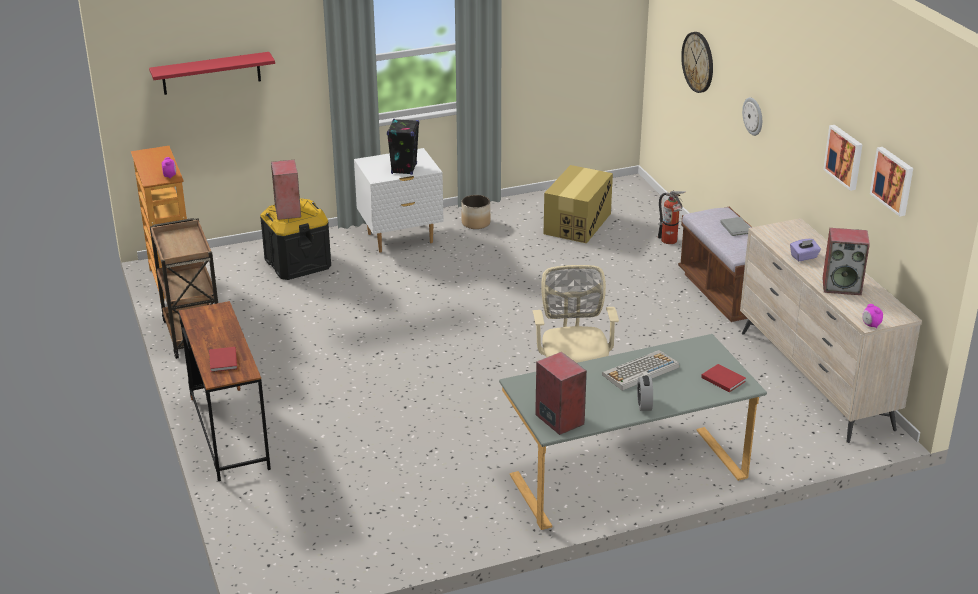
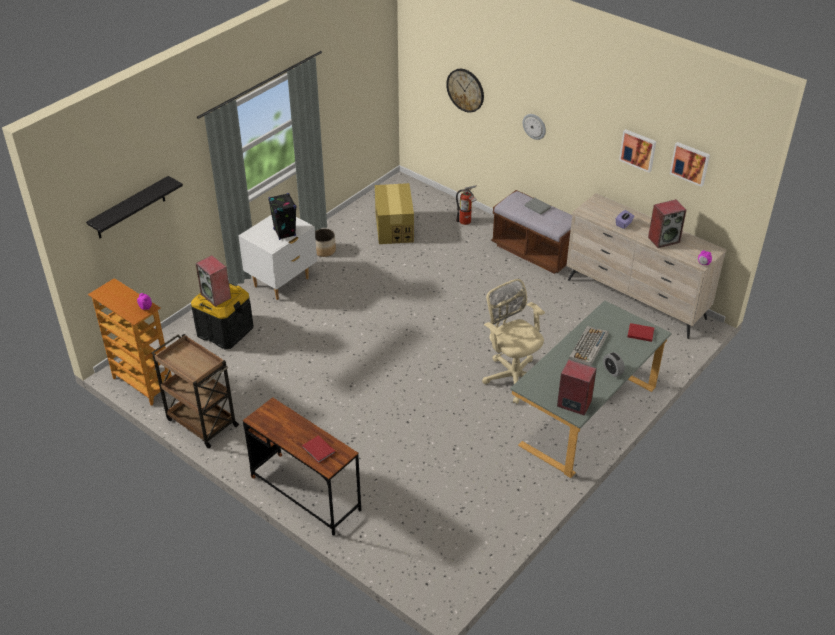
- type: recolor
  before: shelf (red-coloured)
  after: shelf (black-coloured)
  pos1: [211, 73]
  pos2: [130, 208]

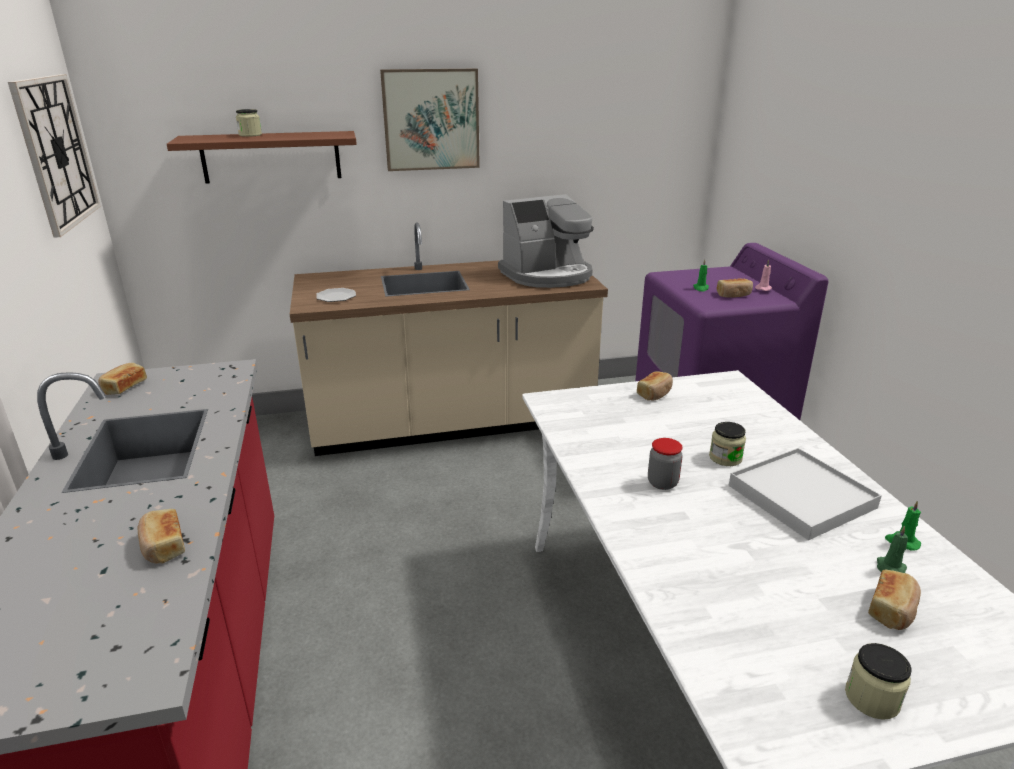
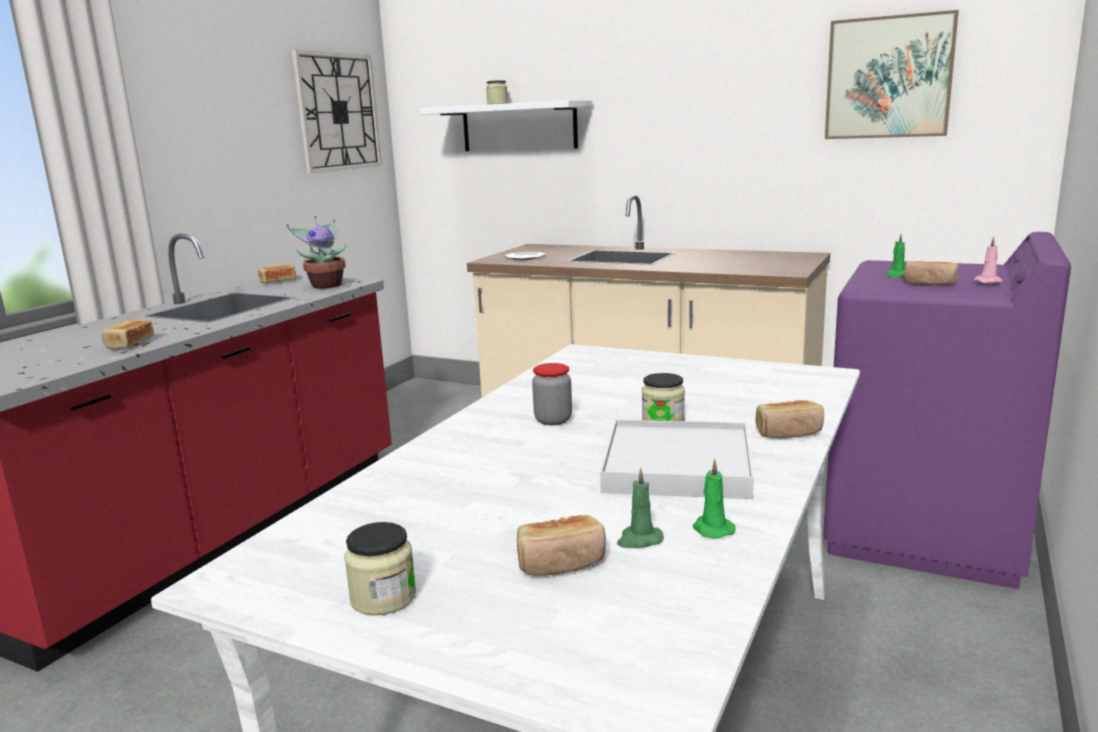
- type: move
  before: picture
  pos1: [431, 120]
  pos2: [888, 78]
- type: recolor
  before: shelf (brown-coloured)
  after: shelf (white)
  pos1: [271, 157]
  pos2: [519, 127]
- type: delete
  before: coffee maker
  pos1: [547, 275]
- type: move
  before: bread
  pos1: [655, 393]
  pos2: [789, 432]
- type: insert
  after: houseplant
  pos2: [326, 285]

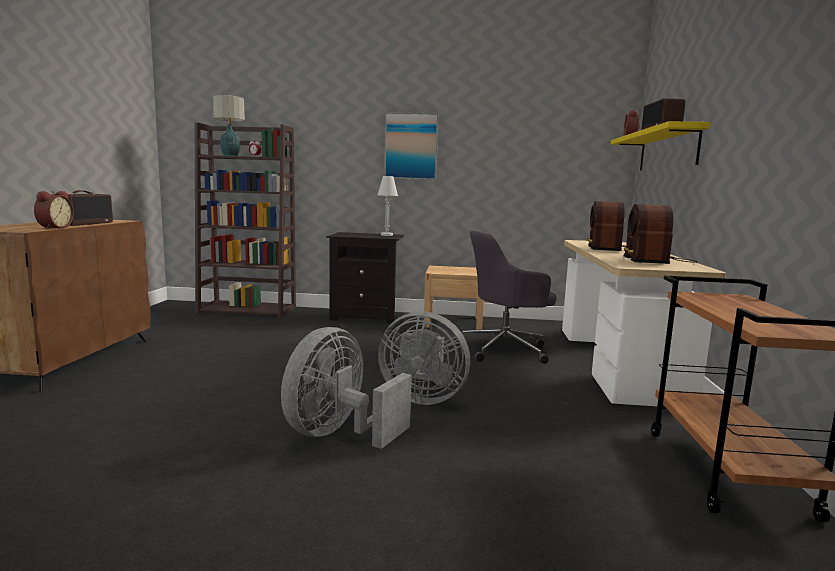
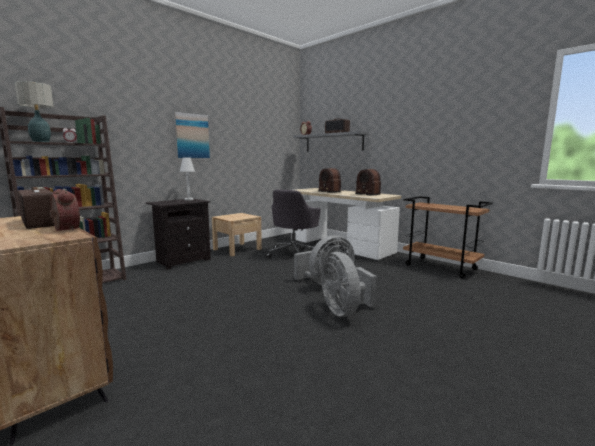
- type: recolor
  before: shelf (yellowish)
  after: shelf (grey)
  pos1: [667, 150]
  pos2: [333, 142]

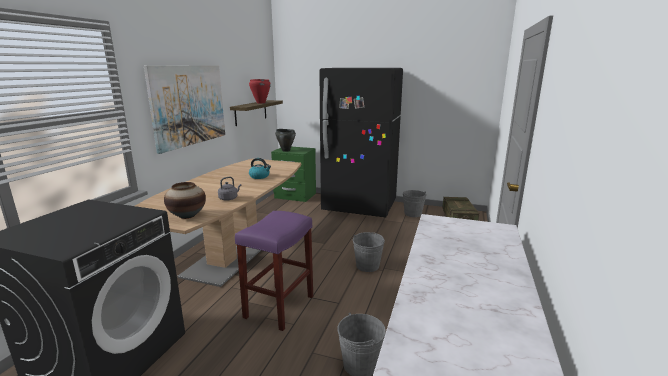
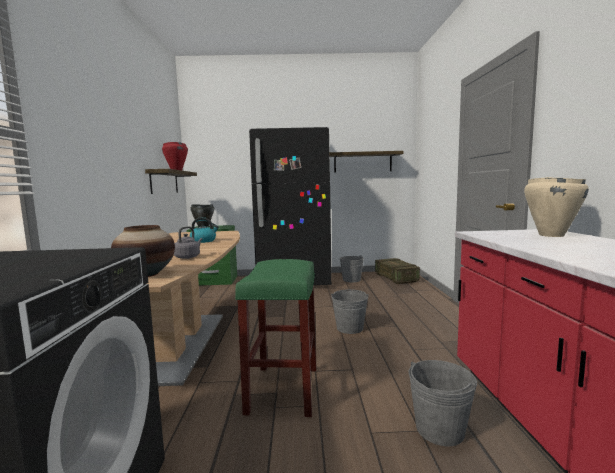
- type: delete
  before: picture
  pos1: [189, 105]
- type: recolor
  before: stool (purple-coloured)
  after: stool (green)
  pos1: [279, 307]
  pos2: [284, 390]
- type: insert
  after: shelf
  pos2: [362, 162]
- type: insert
  after: saucepot (beige-coloured)
  pos2: [550, 235]

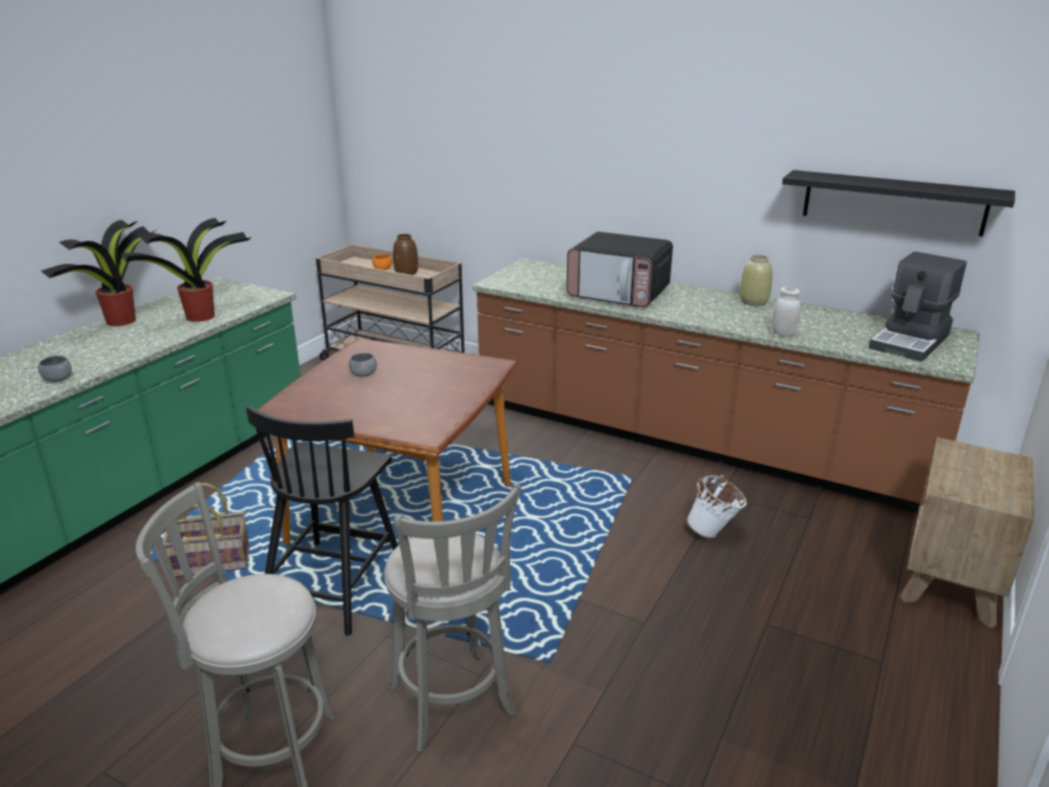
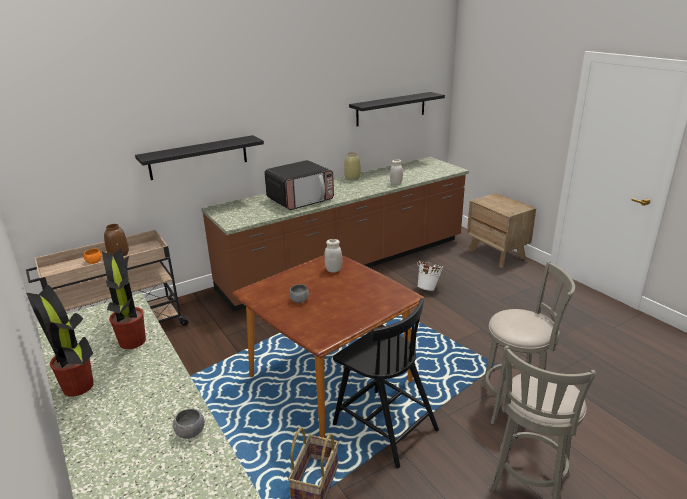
- type: delete
  before: coffee maker
  pos1: [911, 341]
- type: insert
  after: shelf (black-coloured)
  pos2: [198, 157]
- type: insert
  after: jar (white)
  pos2: [333, 270]

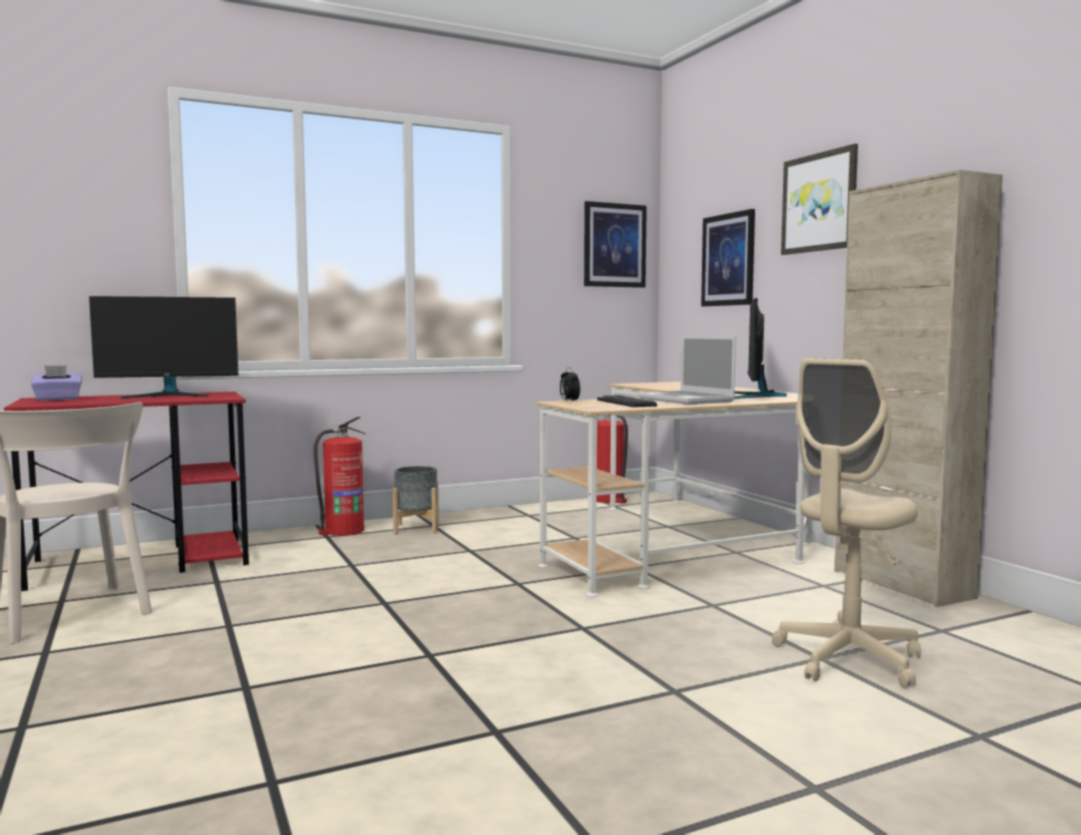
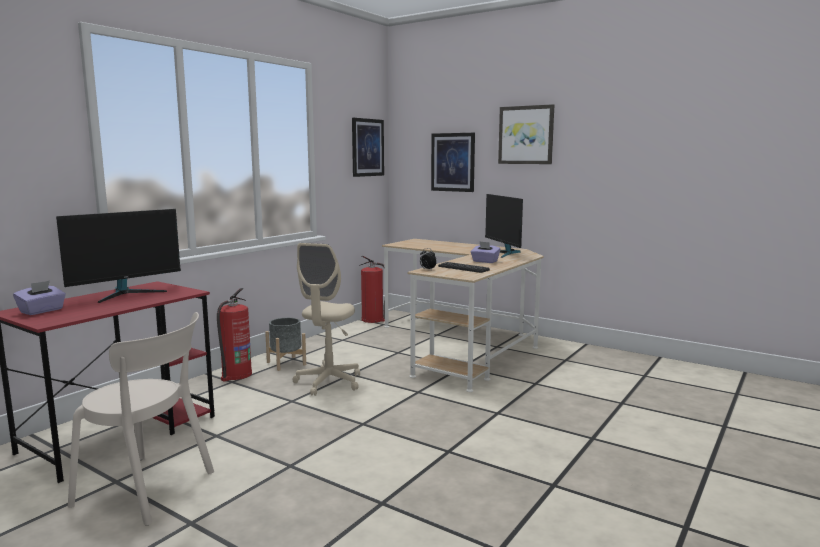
- type: delete
  before: cupboard (beige-coloured)
  pos1: [901, 584]
- type: replace
  before: notebook computer
  after: tissue box (purple-coloured)
  pos1: [687, 400]
  pos2: [485, 261]
- type: move
  before: desk chair (beige-coloured)
  pos1: [848, 659]
  pos2: [329, 382]

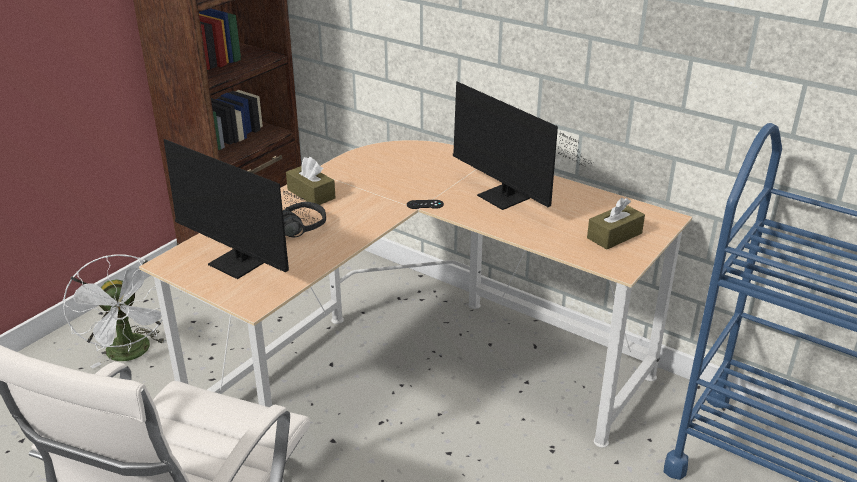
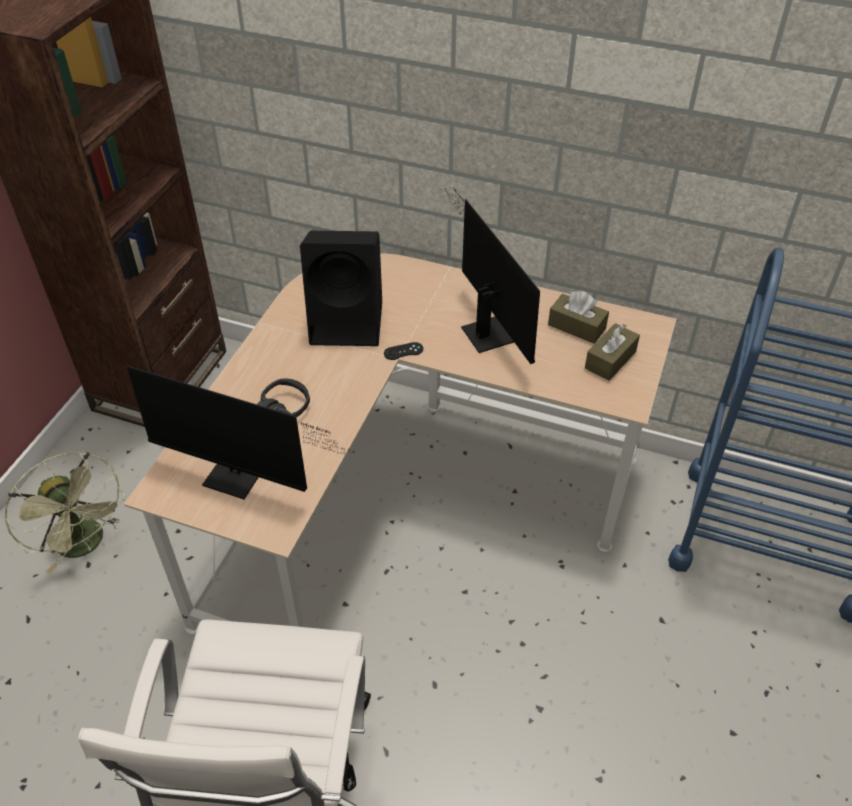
- type: rotate
  before: monitor
  pos1: [507, 200]
  pos2: [486, 329]
  turn: -150
- type: move
  before: tissue box (brown-coloured)
  pos1: [311, 194]
  pos2: [576, 326]
- type: recolor
  before: cooling fan (white)
  after: cooling fan (green)
  pos1: [132, 354]
  pos2: [86, 545]
- type: insert
  after: speaker (black-coloured)
  pos2: [349, 322]

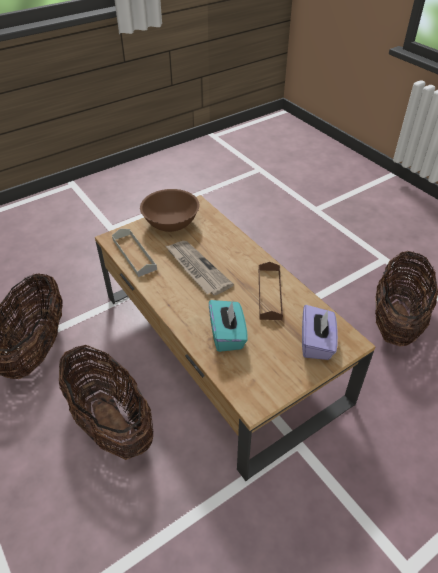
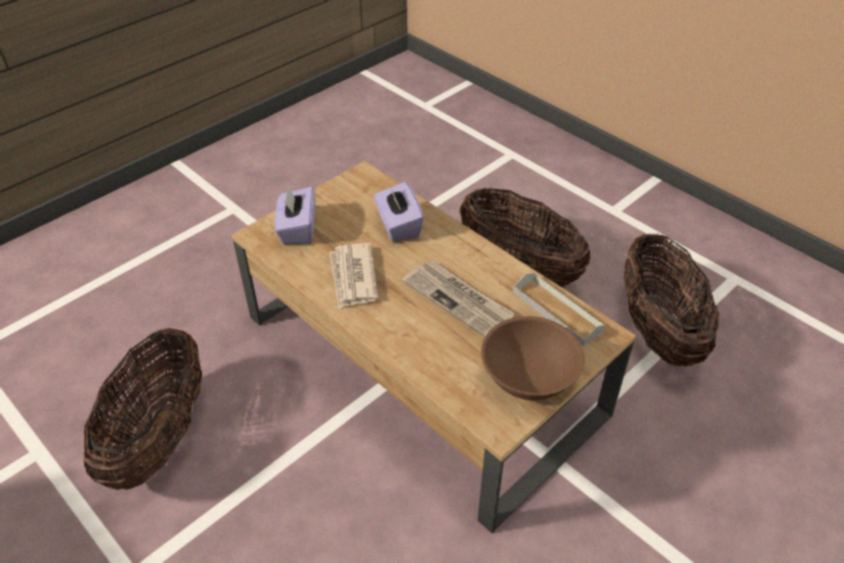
- type: replace
  before: carrying tray (brown-coloured)
  after: printed paper
  pos1: [269, 293]
  pos2: [353, 277]
- type: recolor
  before: tissue box (blue-green)
  after: tissue box (purple-coloured)
  pos1: [227, 335]
  pos2: [398, 226]

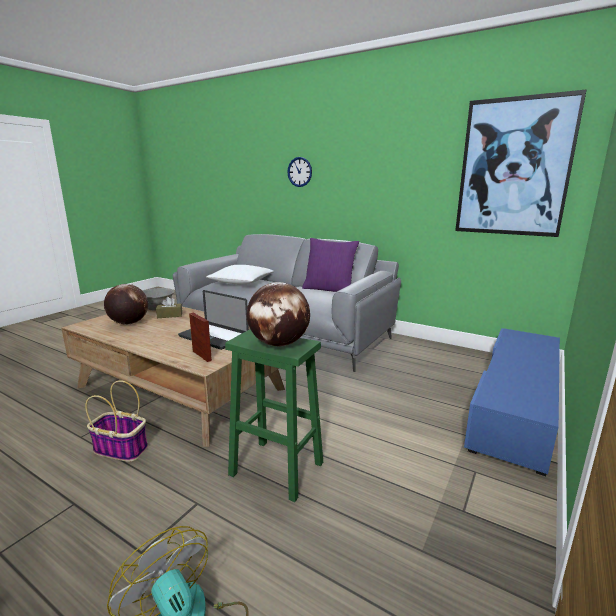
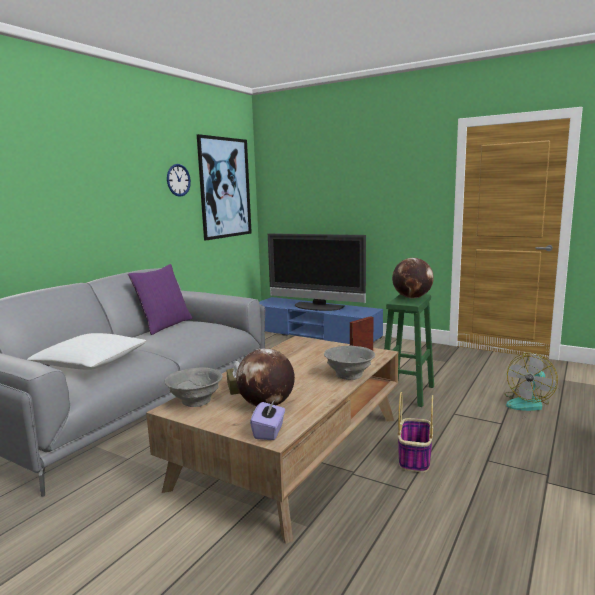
- type: move
  before: clock on the wall
  pos1: [299, 172]
  pos2: [178, 180]
- type: delete
  before: notebook computer
  pos1: [213, 337]
- type: insert
  after: TV set
  pos2: [317, 307]
- type: insert
  after: serving bowl (grey)
  pos2: [349, 375]
- type: insert
  after: tissue box (purple-coloured)
  pos2: [269, 432]

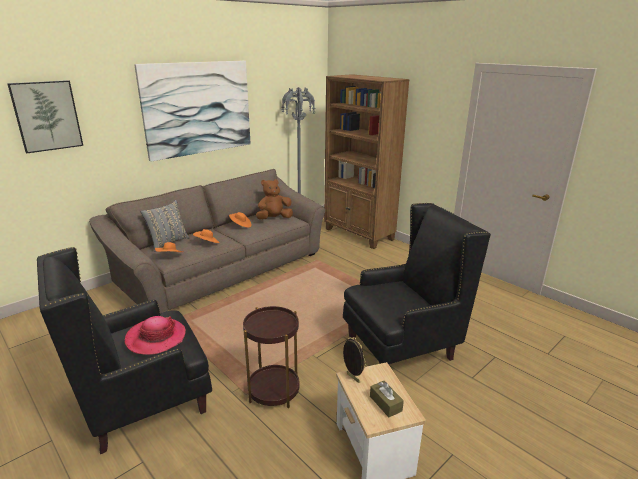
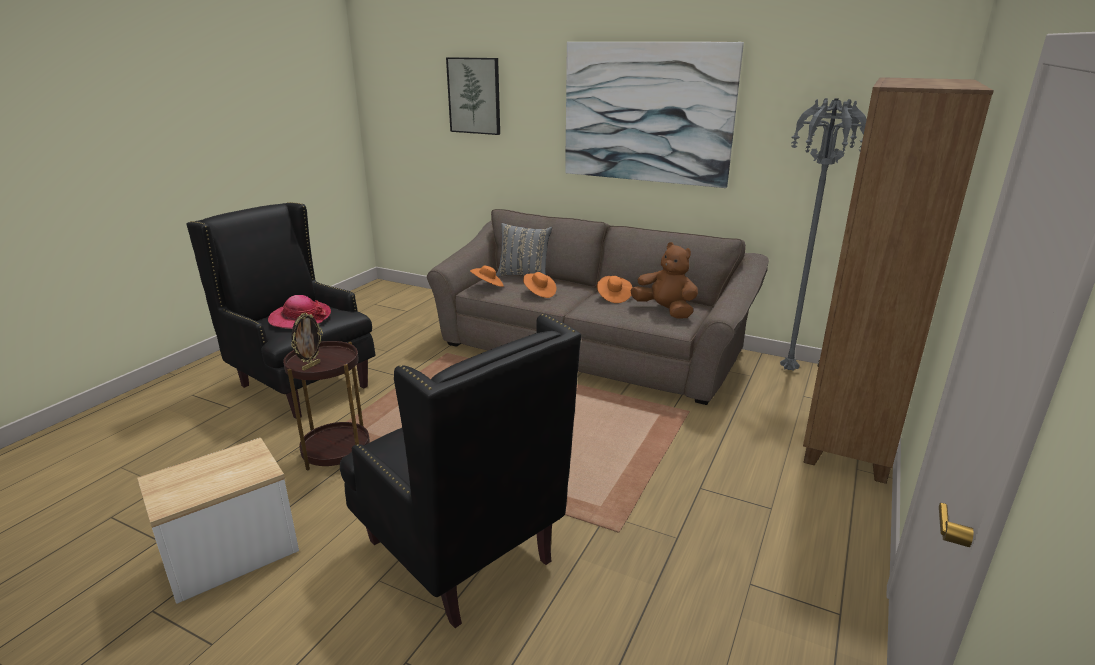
- type: move
  before: picture frame
  pos1: [352, 378]
  pos2: [311, 366]
- type: delete
  before: tissue box (brown-coloured)
  pos1: [385, 403]

